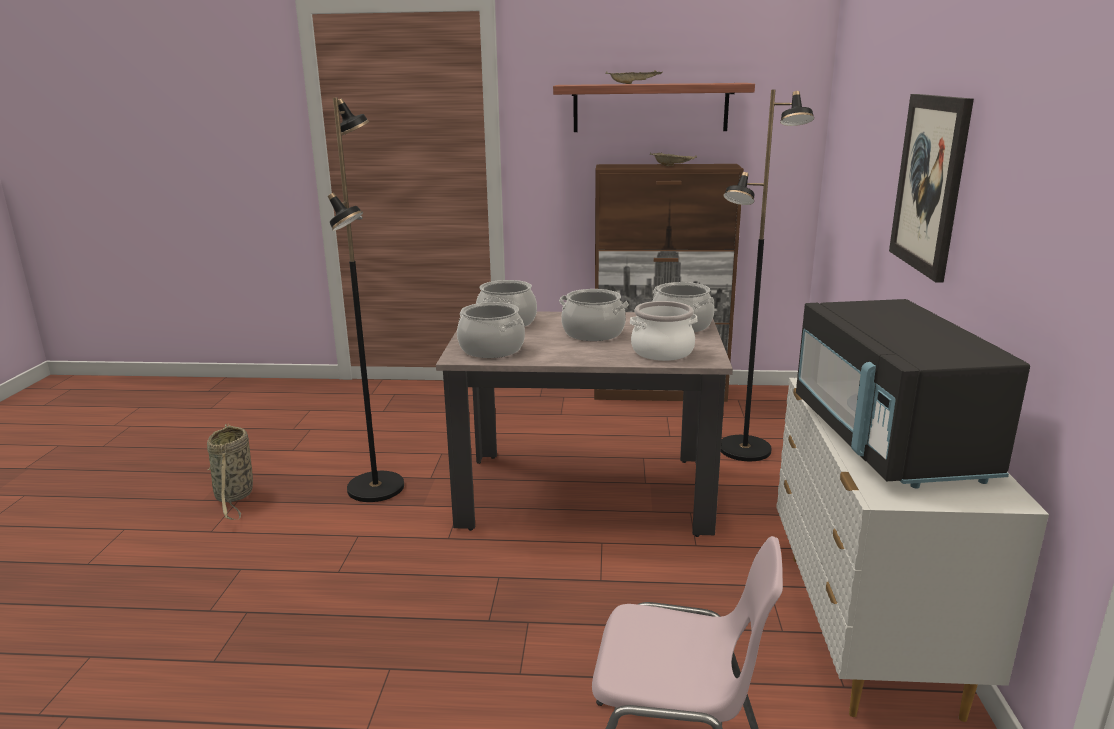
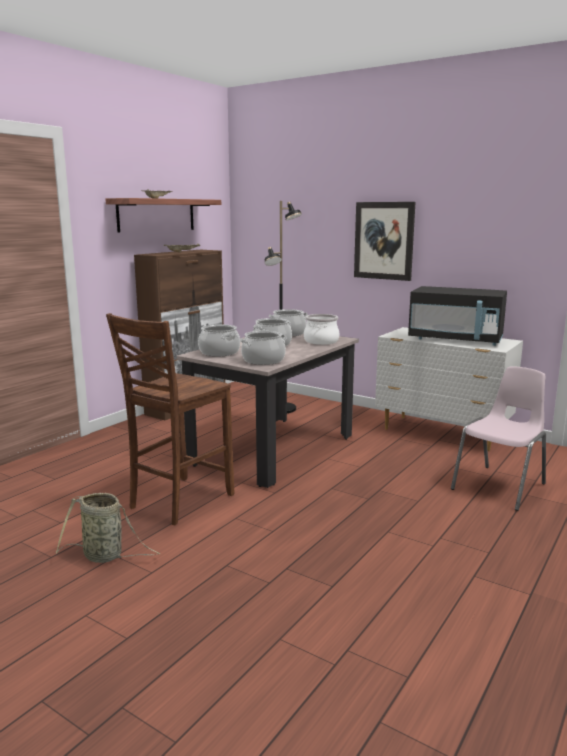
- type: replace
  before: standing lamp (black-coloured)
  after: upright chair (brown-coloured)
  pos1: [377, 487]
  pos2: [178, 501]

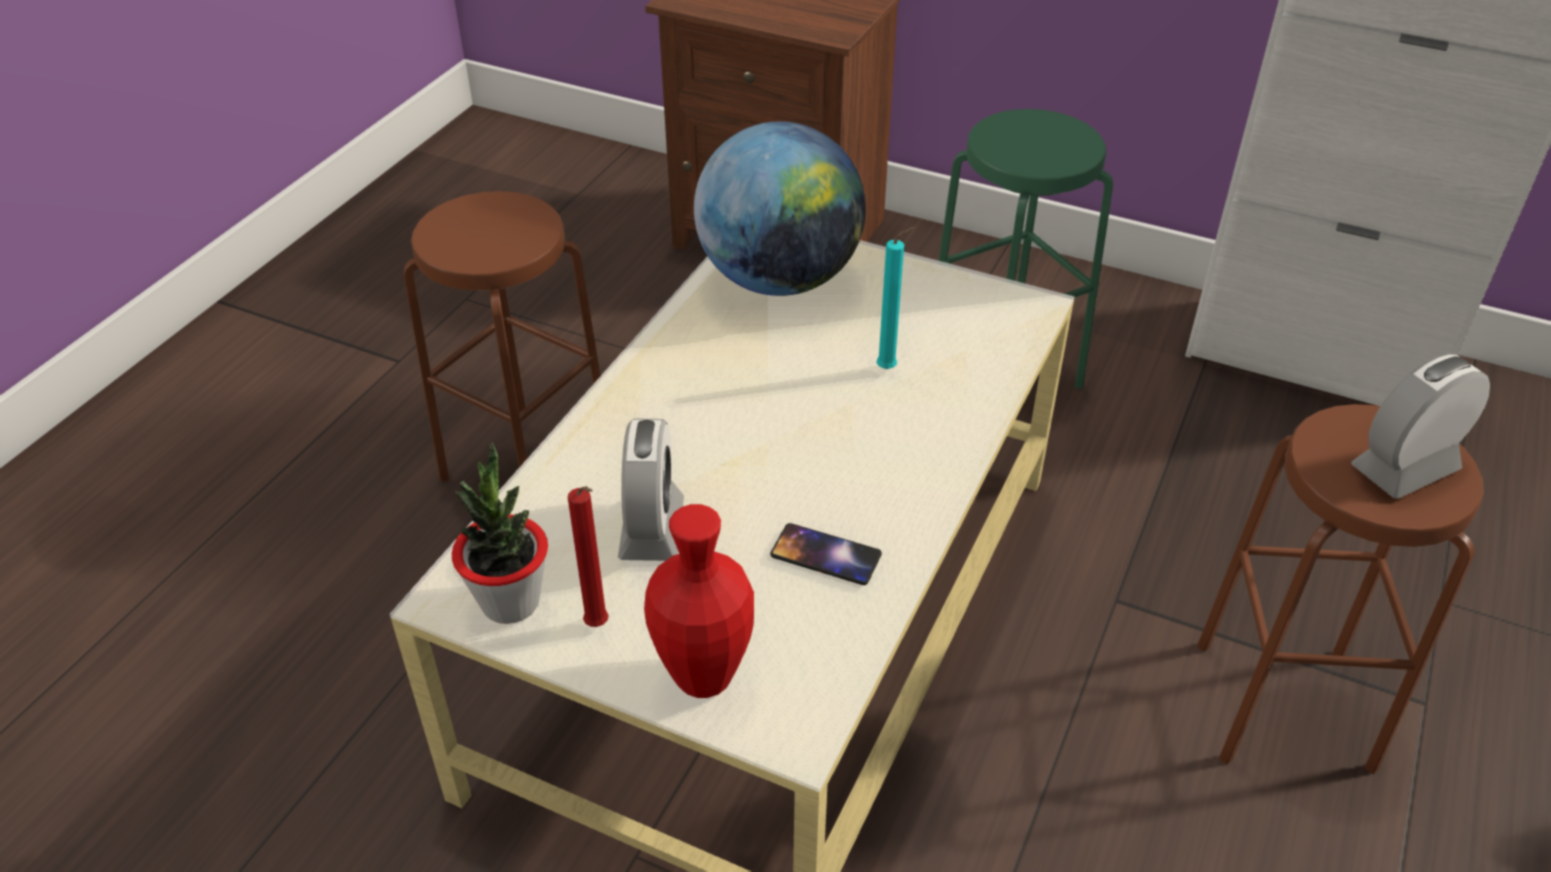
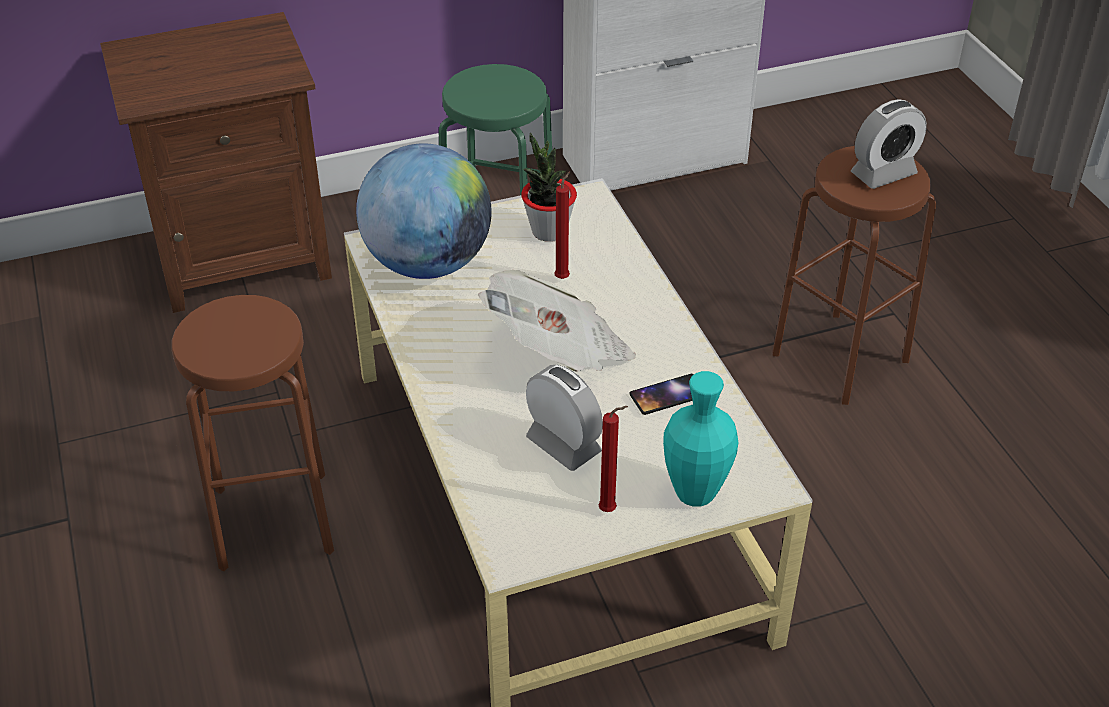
- type: recolor
  before: wax candle (blue-green)
  after: wax candle (red-coloured)
  pos1: [889, 368]
  pos2: [563, 277]
- type: rotate
  before: table clock
  pos1: [1405, 468]
  pos2: [883, 174]
  turn: -135
- type: move
  before: houseplant
  pos1: [510, 601]
  pos2: [548, 231]
- type: recolor
  before: vase (red-coloured)
  after: vase (blue-green)
  pos1: [703, 677]
  pos2: [695, 494]
- type: insert
  after: printed paper
  pos2: [559, 352]

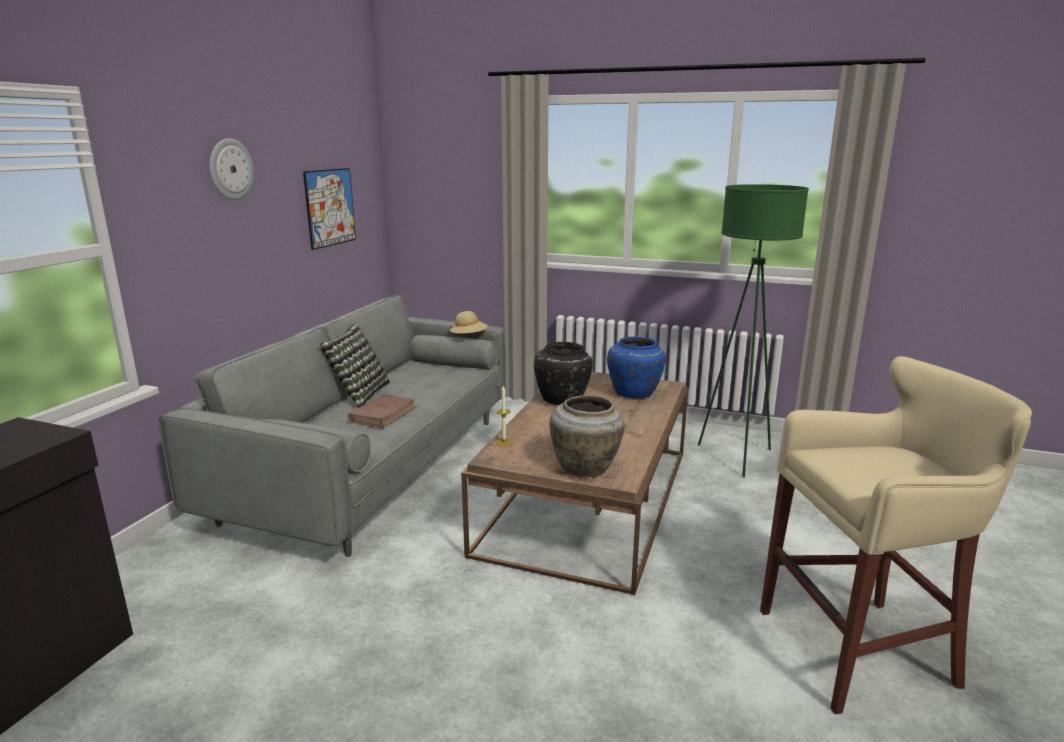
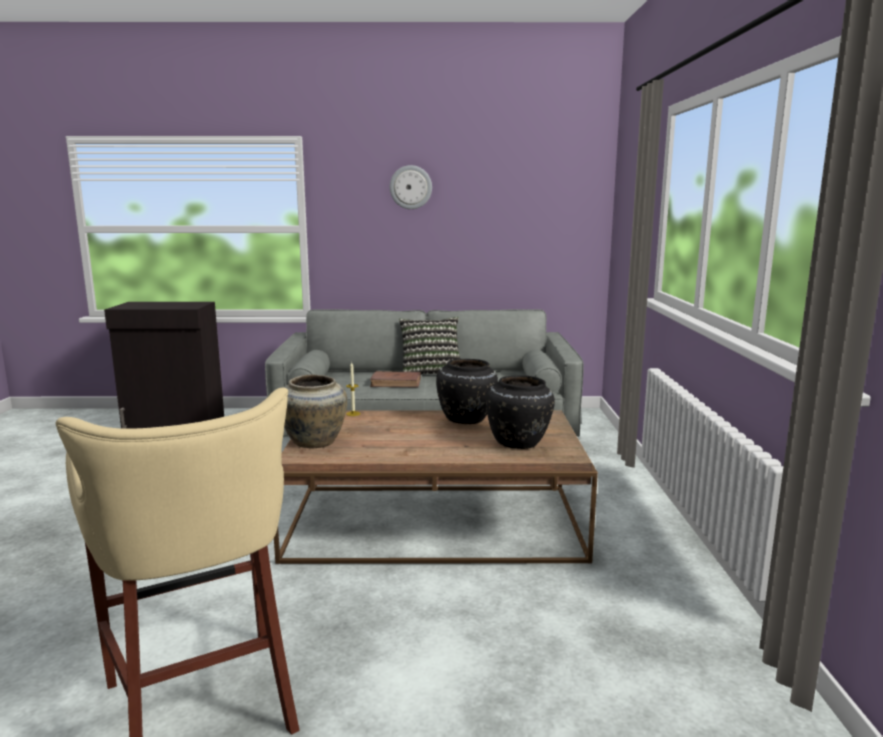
- type: delete
  before: picture
  pos1: [330, 207]
- type: delete
  before: standing lamp (green)
  pos1: [736, 457]
- type: delete
  before: clothing hat (beige-coloured)
  pos1: [469, 337]
- type: recolor
  before: vase (blue)
  after: vase (black-coloured)
  pos1: [635, 393]
  pos2: [519, 443]

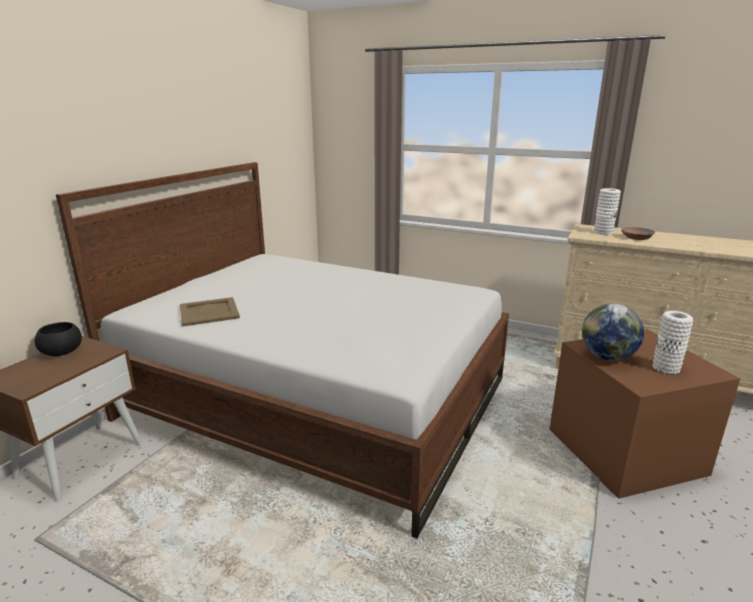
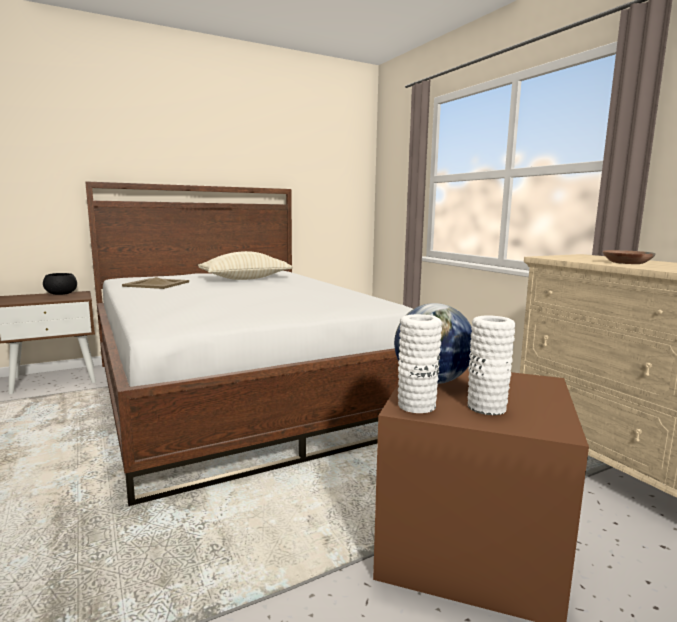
- type: move
  before: vase (white)
  pos1: [603, 232]
  pos2: [416, 405]
- type: insert
  after: cushion (beige-coloured)
  pos2: [245, 279]

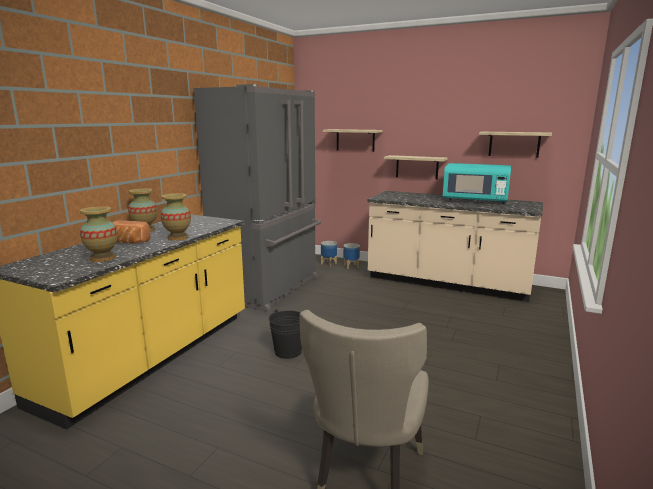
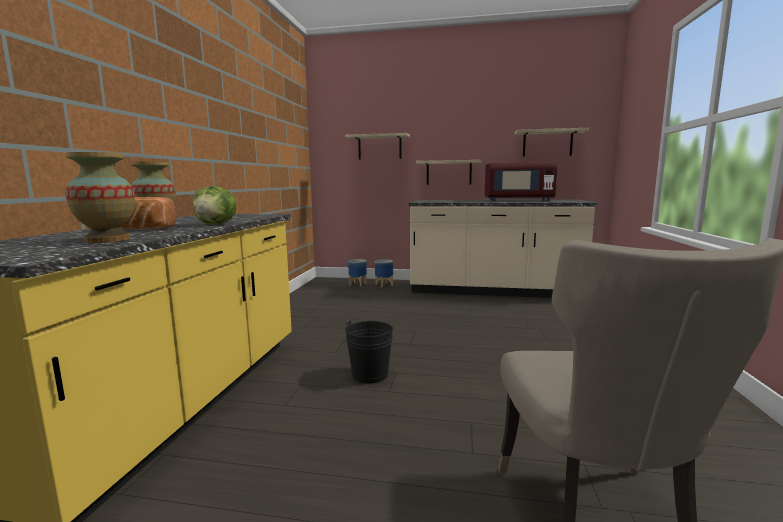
- type: delete
  before: kitchen fridge (grey)
  pos1: [270, 288]
- type: recolor
  before: microwave oven (blue-green)
  after: microwave oven (red-coloured)
  pos1: [475, 200]
  pos2: [518, 200]
- type: replace
  before: vase
  after: lettuce
  pos1: [178, 238]
  pos2: [216, 224]

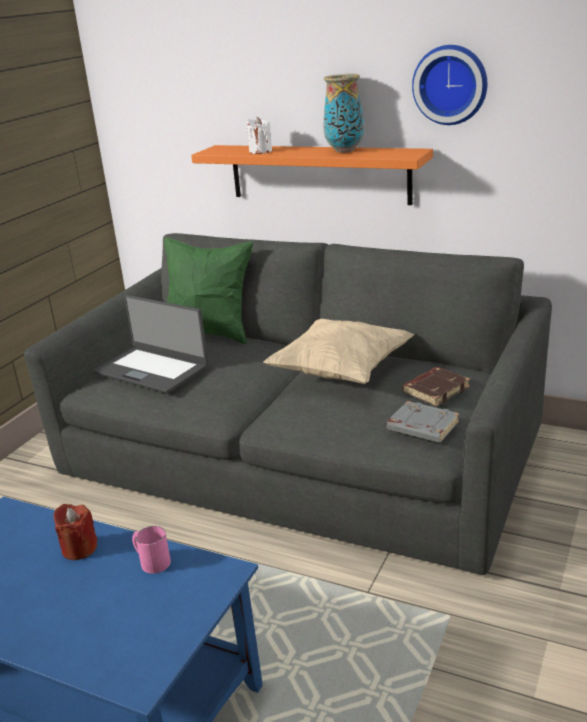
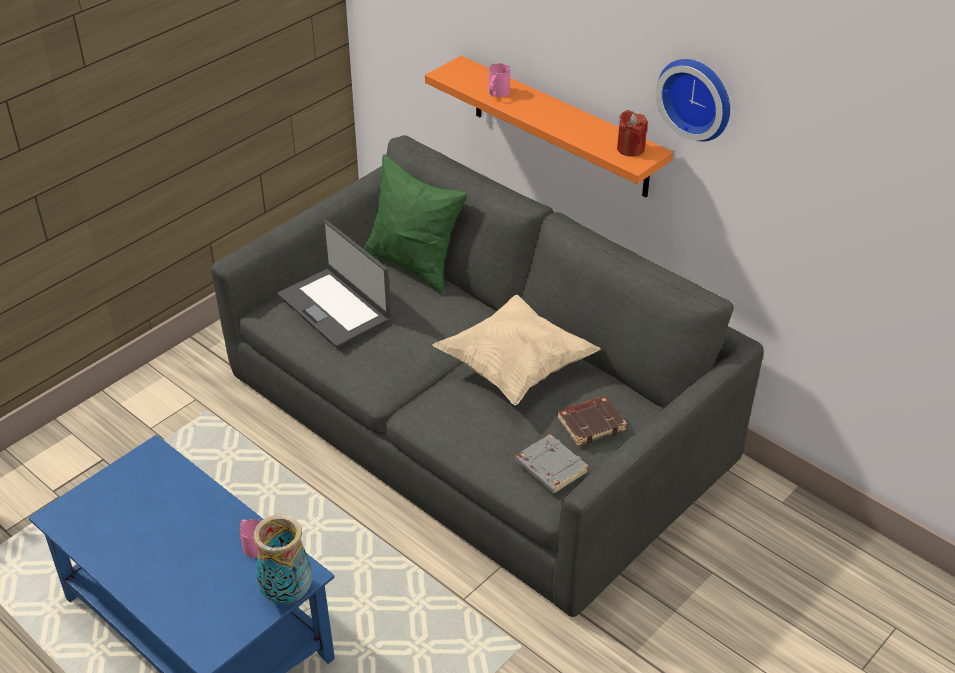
- type: move
  before: vase
  pos1: [345, 150]
  pos2: [287, 593]
- type: replace
  before: wax candle (white)
  after: coffee mug (pinkish)
  pos1: [260, 151]
  pos2: [497, 93]
- type: move
  before: wax candle (red-coloured)
  pos1: [79, 548]
  pos2: [630, 149]

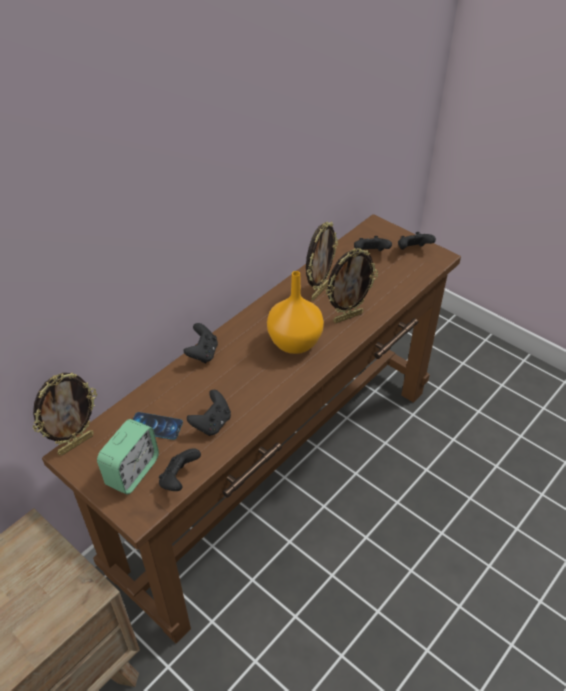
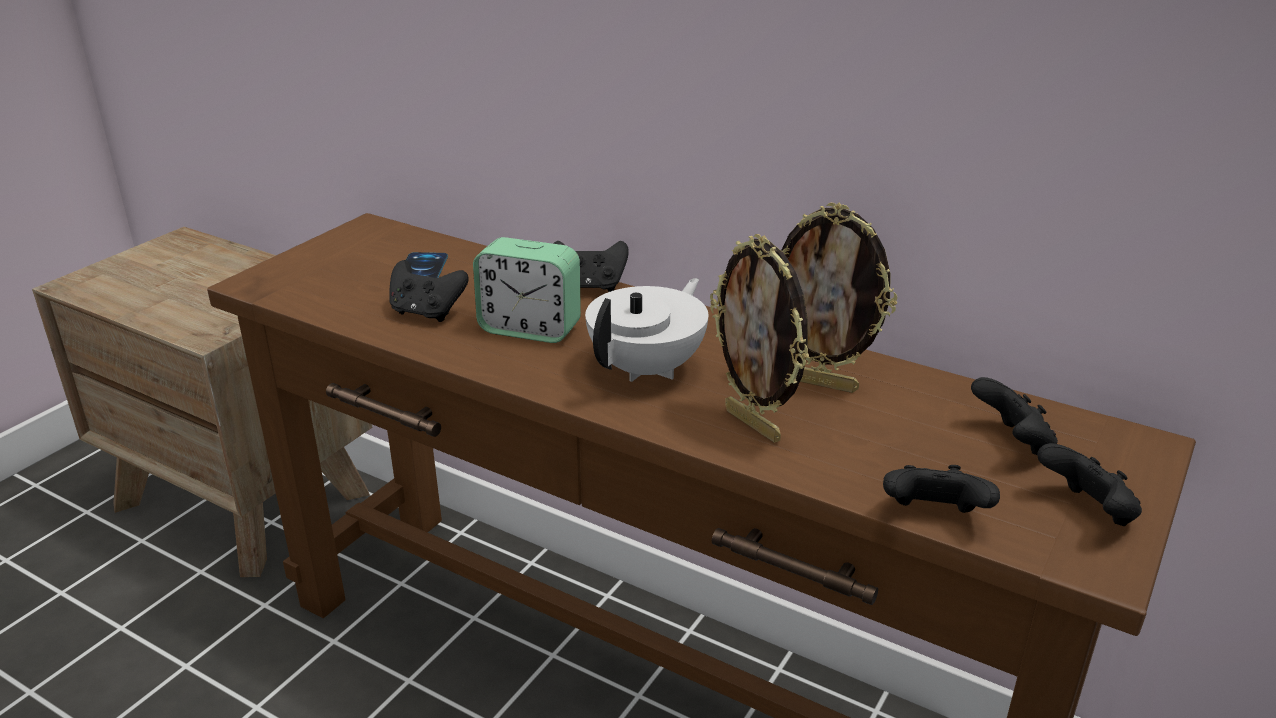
- type: replace
  before: vase (orange)
  after: teapot (white)
  pos1: [294, 342]
  pos2: [648, 368]
- type: delete
  before: picture frame
  pos1: [76, 444]
- type: move
  before: table clock
  pos1: [132, 472]
  pos2: [530, 329]
- type: move
  before: joypad (black-coloured)
  pos1: [179, 479]
  pos2: [933, 517]

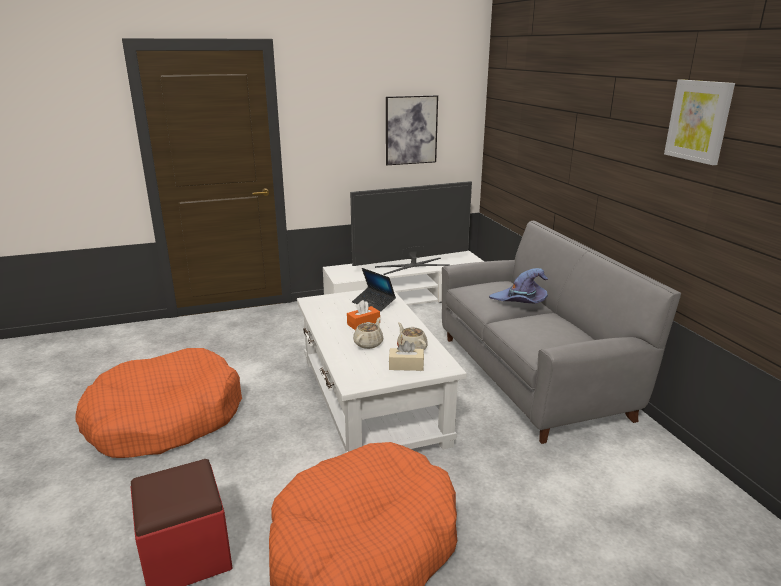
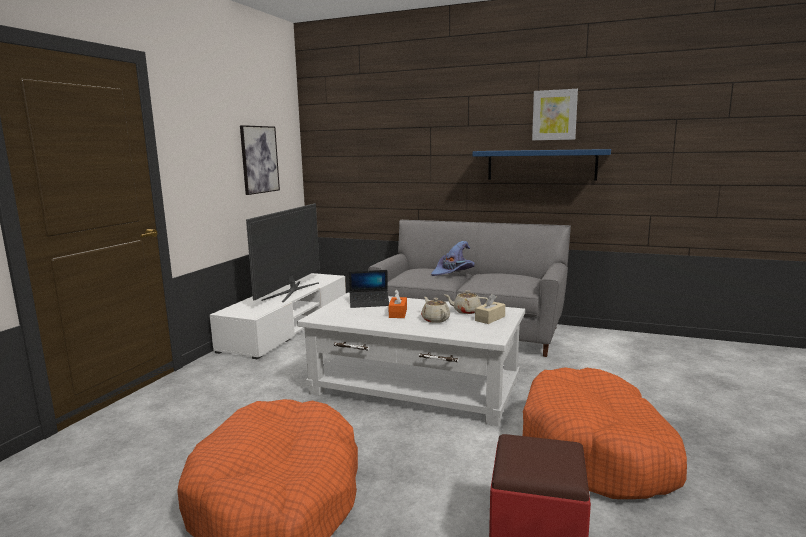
- type: insert
  after: shelf (blue)
  pos2: [541, 165]

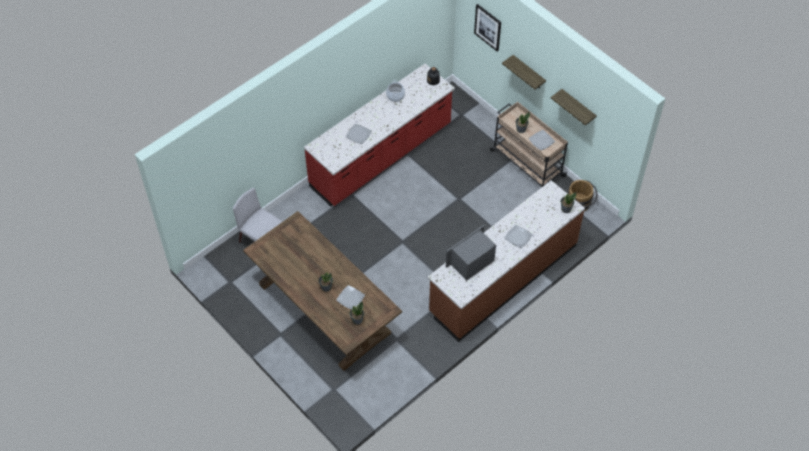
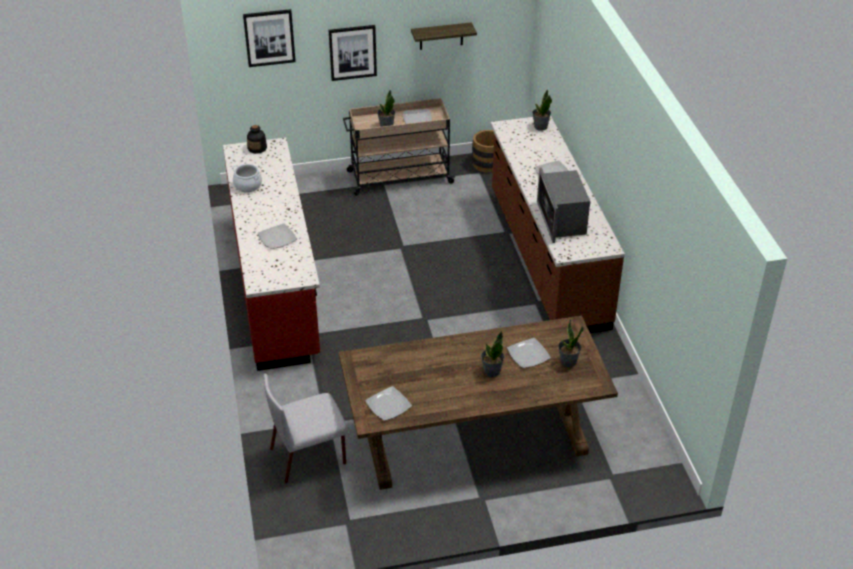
- type: replace
  before: shelf
  after: picture
  pos1: [528, 73]
  pos2: [352, 52]
- type: insert
  after: plate
  pos2: [389, 405]

